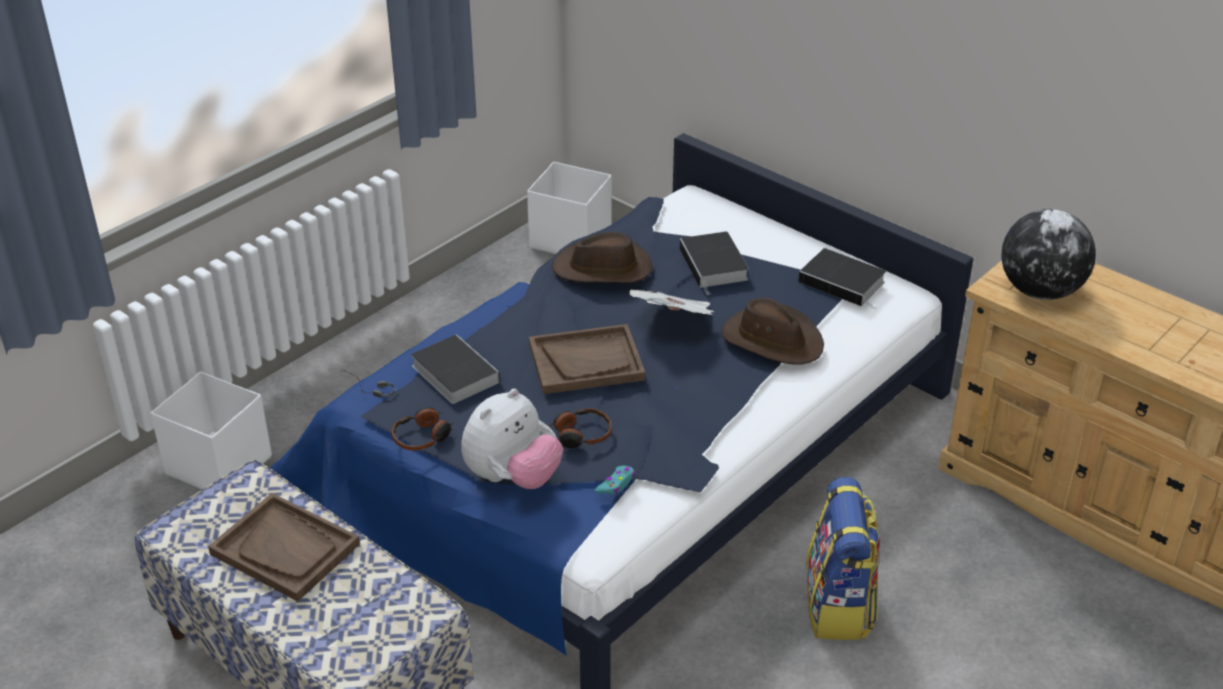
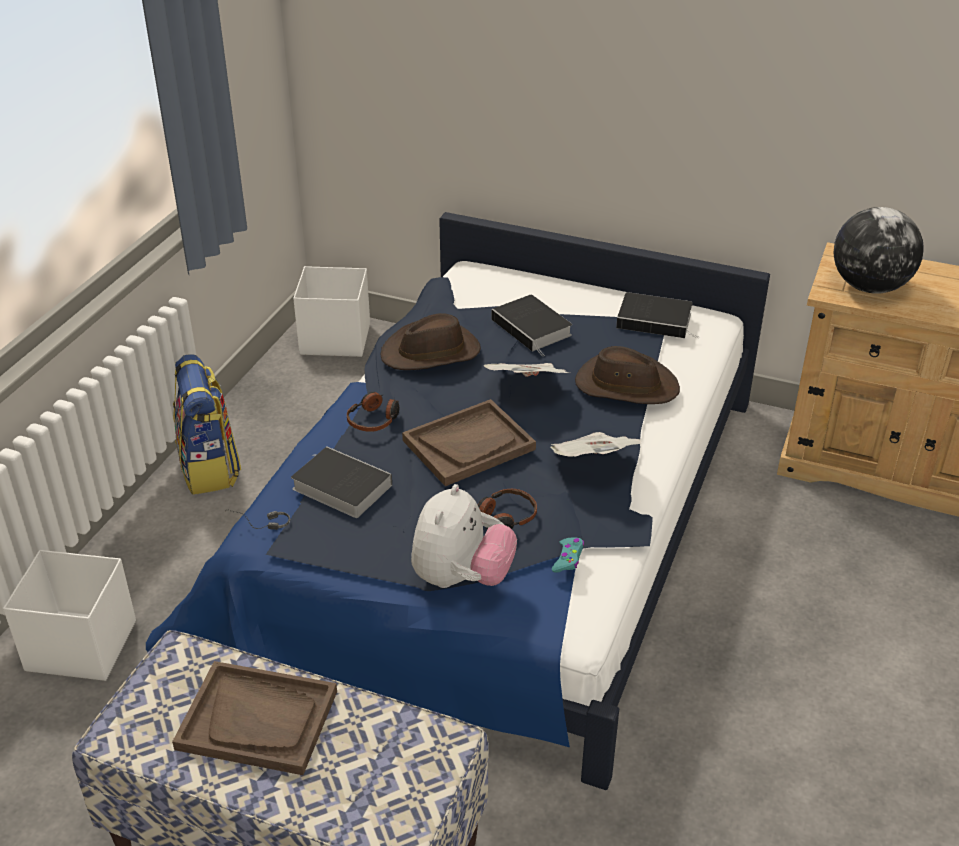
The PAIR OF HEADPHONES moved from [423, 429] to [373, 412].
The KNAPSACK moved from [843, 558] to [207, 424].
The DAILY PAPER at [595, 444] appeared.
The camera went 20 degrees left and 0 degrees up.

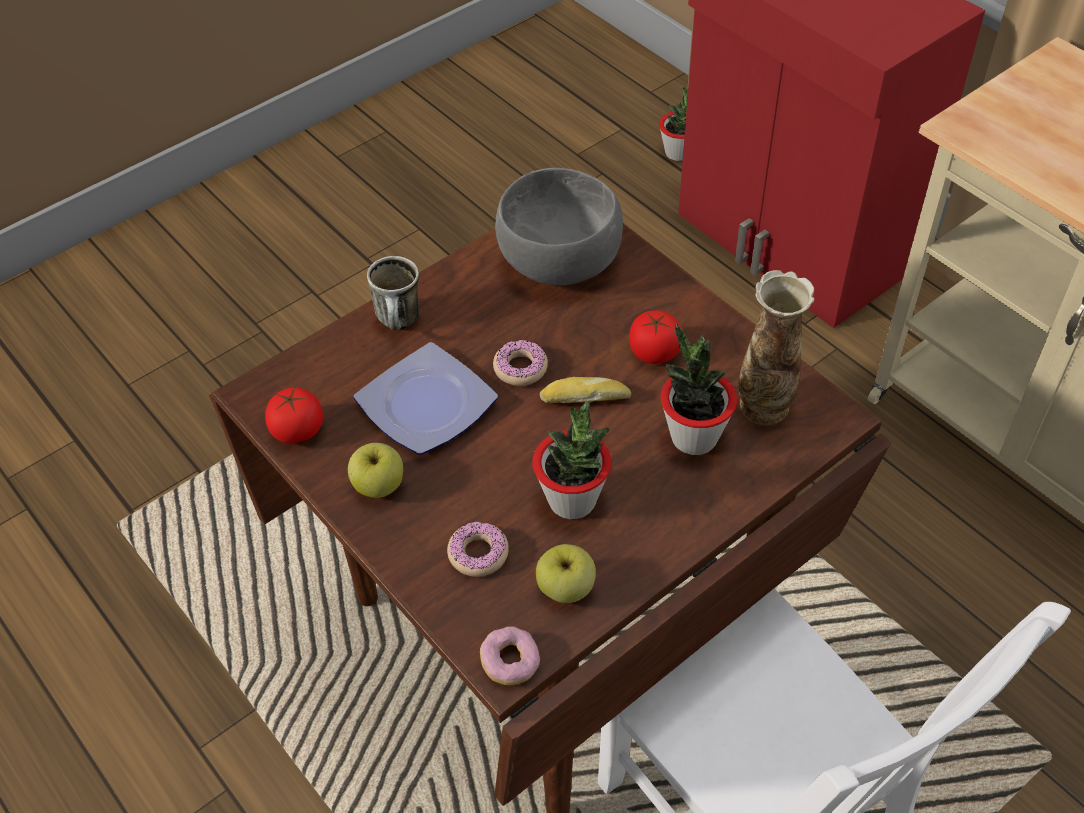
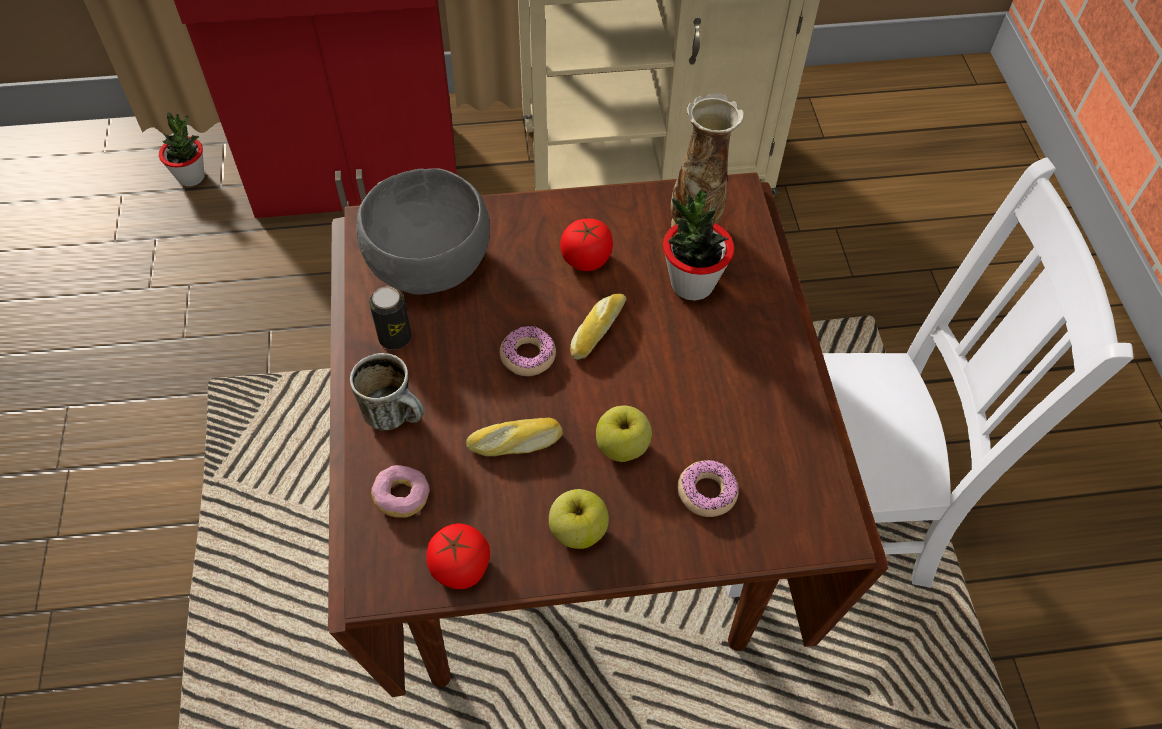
The PLATE at [426, 398] was replaced by the BREAD at [514, 437].
The DONUT moved from [510, 656] to [400, 491].
The PLANT IN A POT at [572, 460] disappeared.
The WHOLE APPLE moved from [566, 573] to [624, 434].
The CAN at [390, 318] appeared.
The camera went 60 degrees left and 5 degrees up.

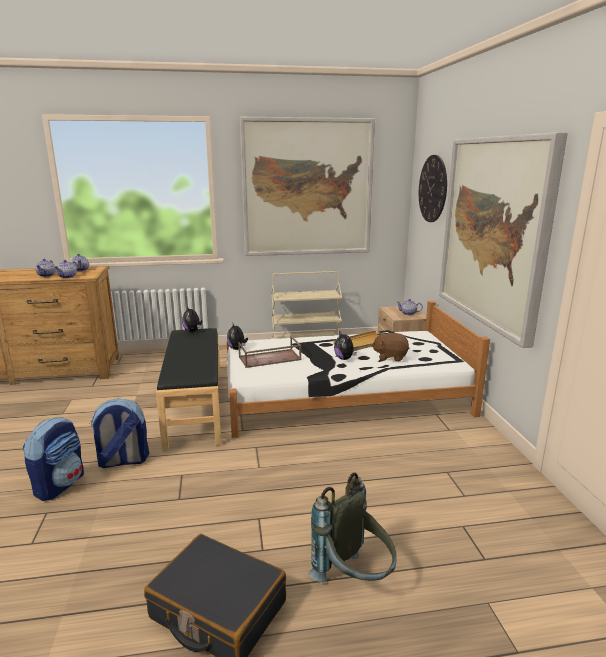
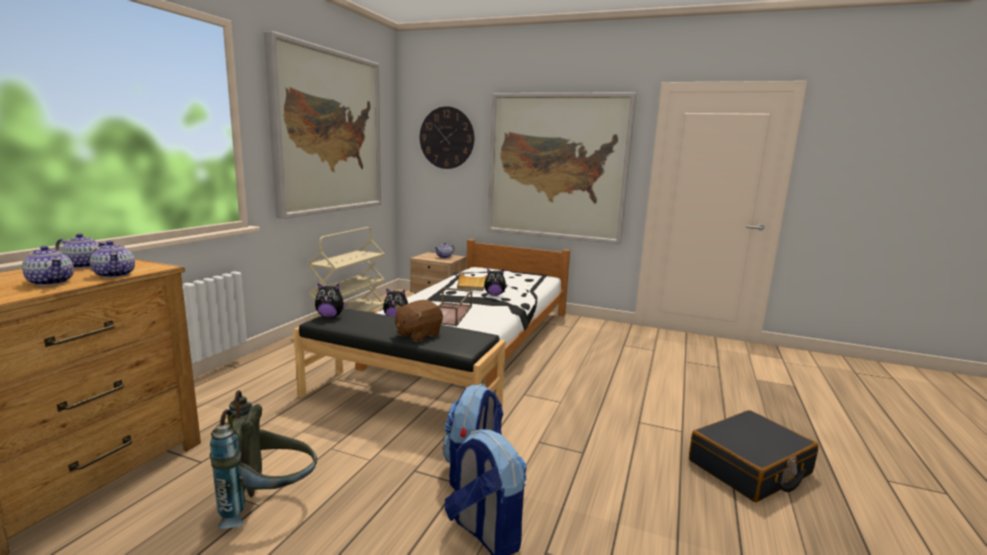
The GREYISH KNAPSACK moved from [352, 527] to [263, 459].
The BROWN-COLOURED CUDDLY TOY moved from [390, 346] to [419, 321].
The camera went 60 degrees left and 5 degrees down.

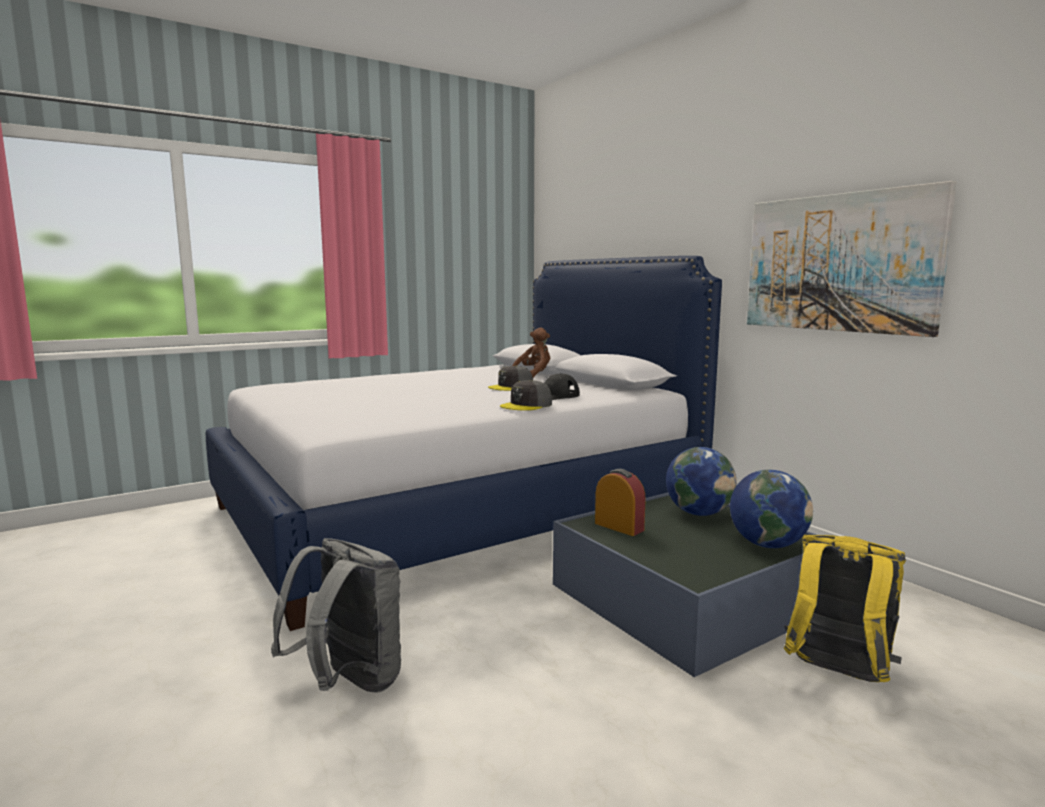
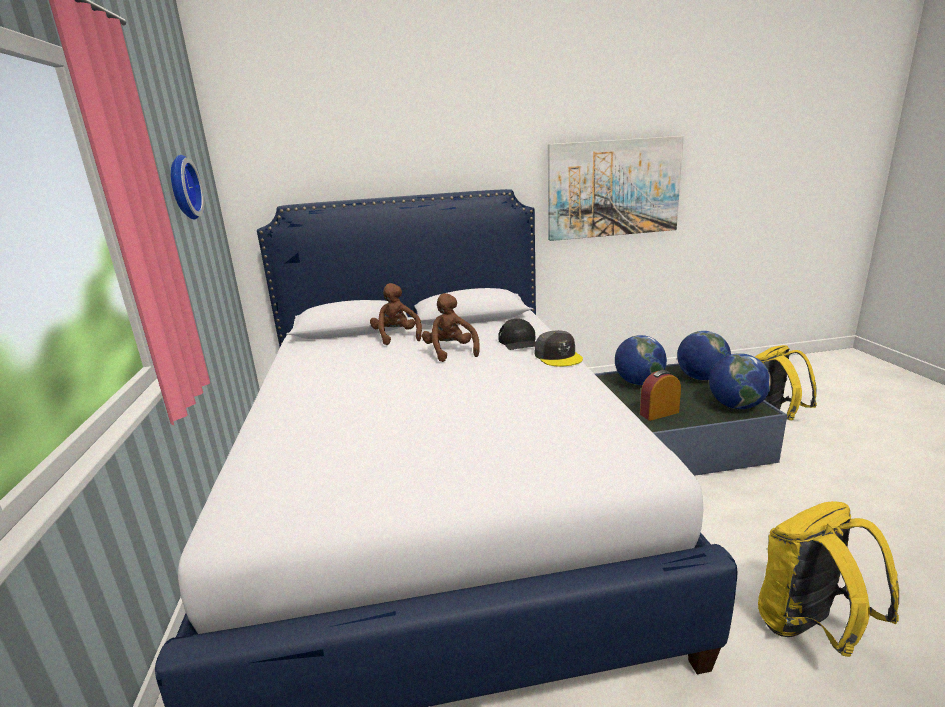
The GREYISH KNAPSACK at [336, 615] became the YELLOWISH KNAPSACK at [828, 579].
The GREYISH PEAKED CAP at [510, 378] was replaced by the BROWN-COLOURED CUDDLY TOY at [451, 327].
The HANGING CLOCK at [187, 187] appeared.
The DESK GLOBE at [740, 381] appeared.
The camera went 65 degrees left and 10 degrees up.

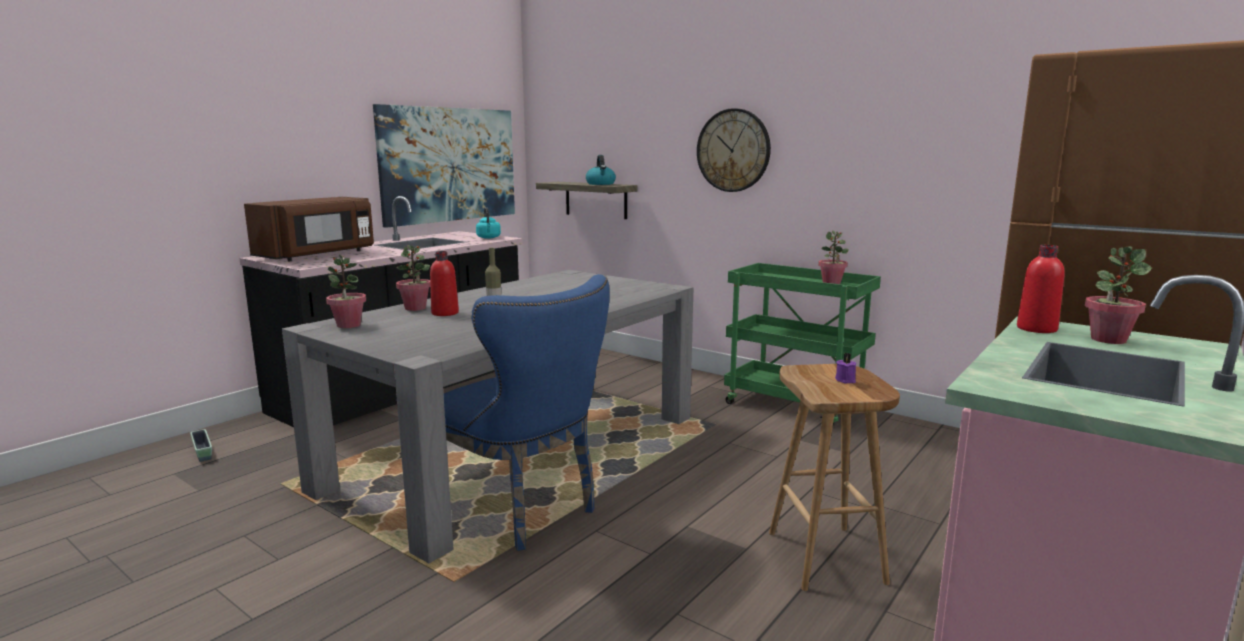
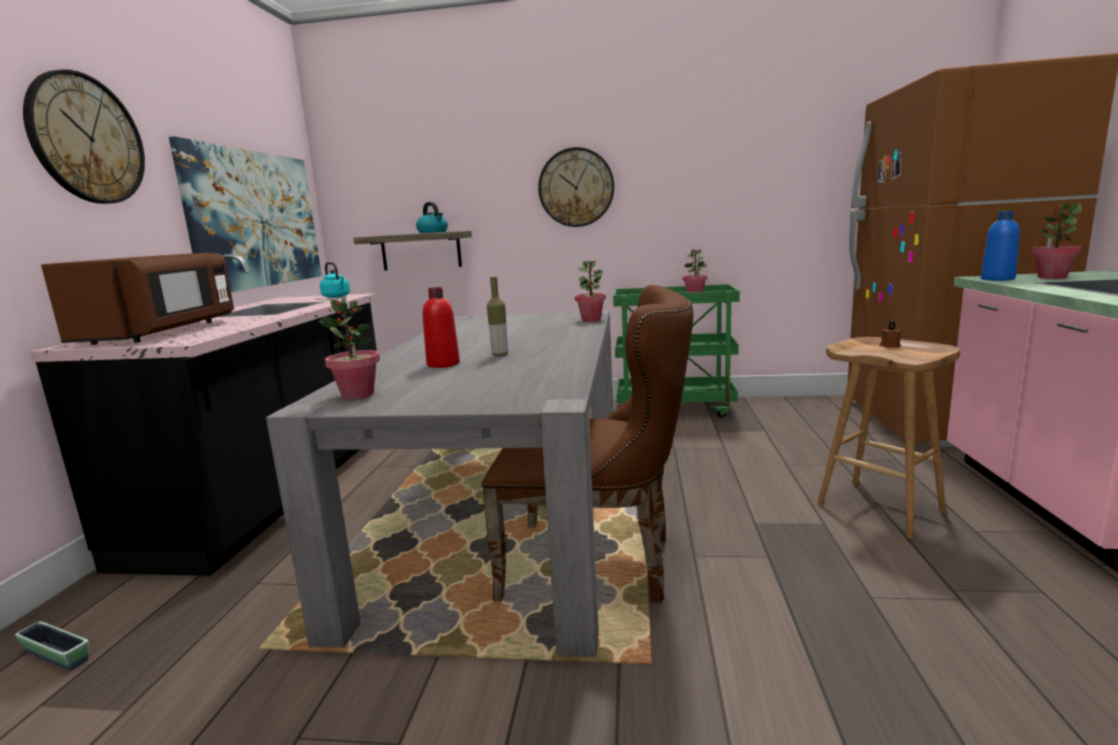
The PLANT IN A POT moved from [413, 278] to [590, 291].
The BLUE PLAIN CHAIR at [527, 412] became the BROWN-COLOURED PLAIN CHAIR at [587, 444].
The PURPLE-COLOURED CANDLE at [845, 368] became the BROWN-COLOURED CANDLE at [890, 334].
The RED-COLOURED BEVERAGE BOTTLE at [1041, 289] became the BLUE BEVERAGE BOTTLE at [1000, 246].
The HANGING CLOCK at [84, 136] appeared.
The camera went 30 degrees left and 0 degrees up.

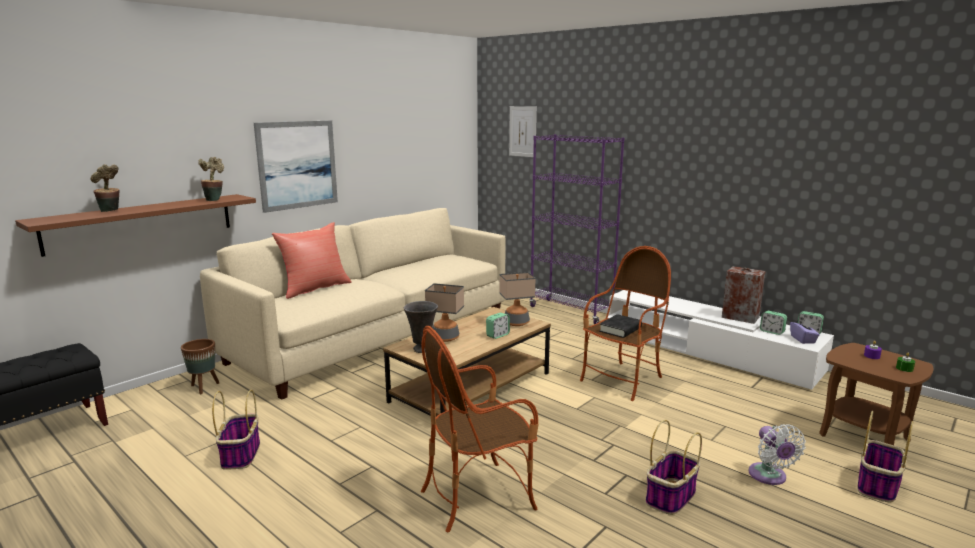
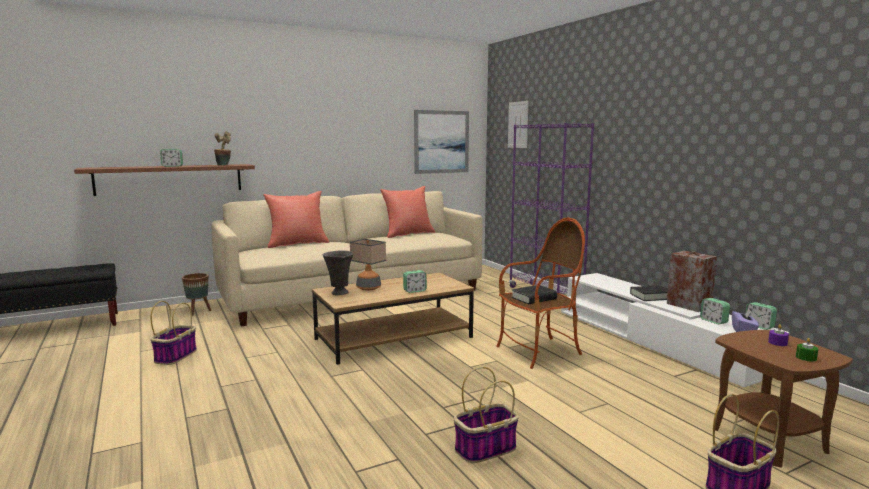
The PLANT IN A POT at [104, 188] disappeared.
The WALL PICTURE moved from [296, 166] to [441, 142].
The EASY CHAIR at [480, 429] disappeared.
The TABLE LAMP at [517, 299] disappeared.
The WHITE-COLOURED FAN at [777, 454] disappeared.
The BEDSIDE CLOCK at [171, 158] appeared.
The RED-COLOURED PILLOW at [407, 212] appeared.
The BLACKISH BOUND BOOK at [649, 293] appeared.
The camera went 20 degrees right and 5 degrees down.

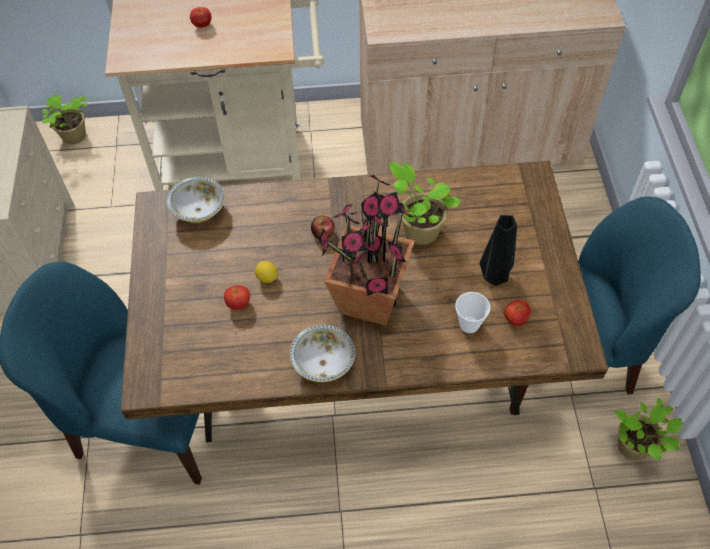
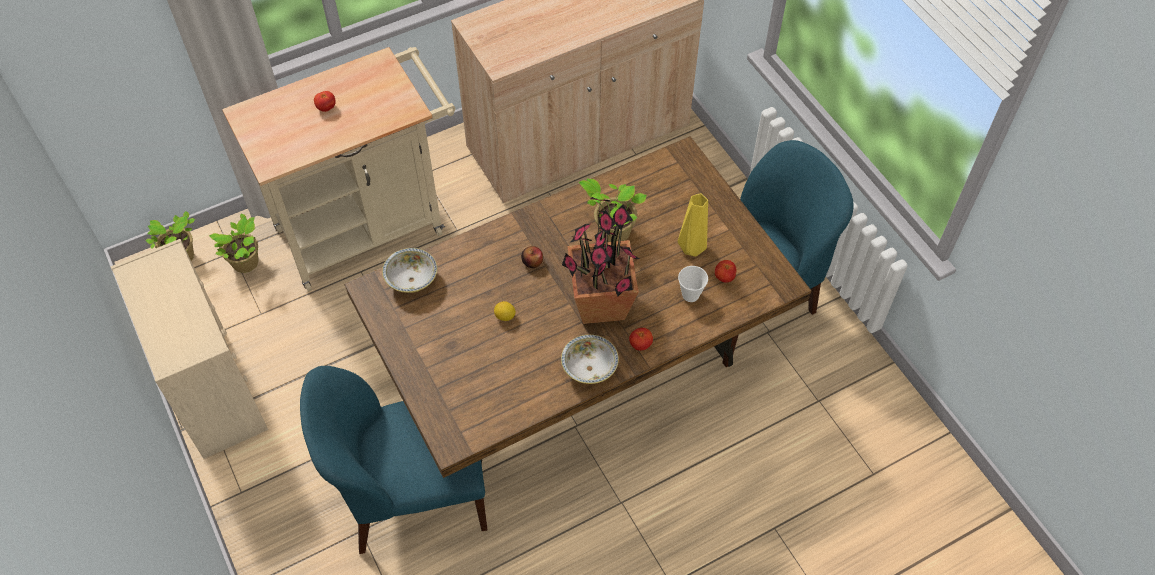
The TOMATO moved from [237, 297] to [641, 339].
The BLACKISH VASE at [498, 250] became the YELLOWISH VASE at [693, 225].
The PLANT IN A POT moved from [648, 429] to [233, 243].
The camera went 25 degrees left and 0 degrees up.

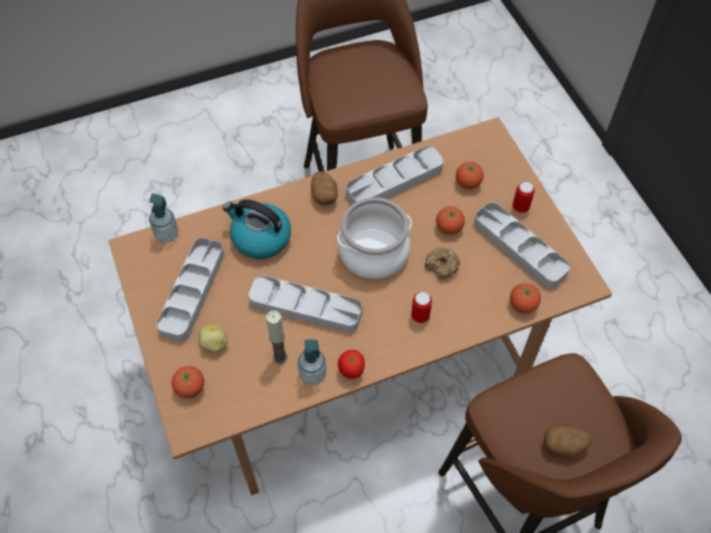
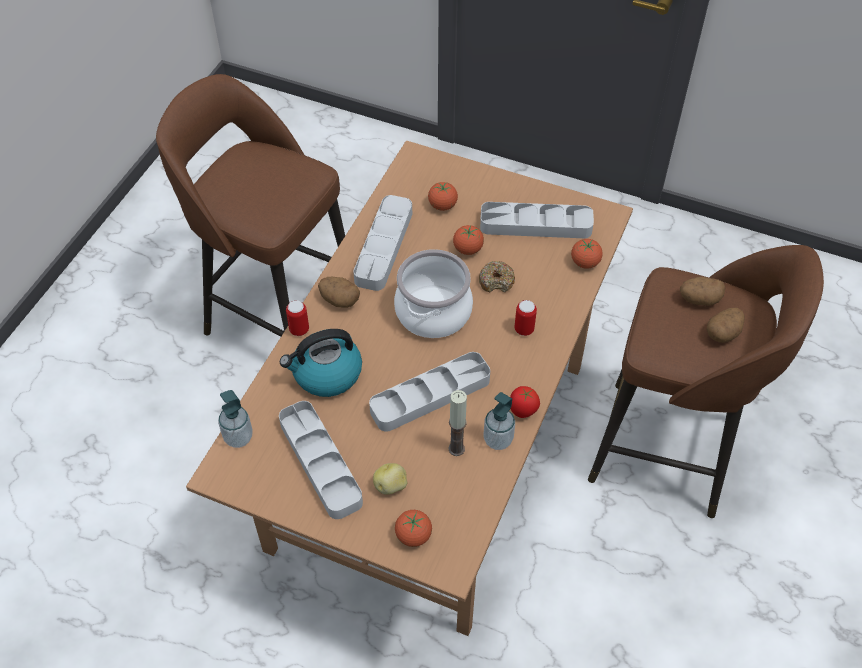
The CAN moved from [524, 197] to [297, 318].
The SPUD at [702, 291] appeared.
The camera went 45 degrees left and 5 degrees down.

